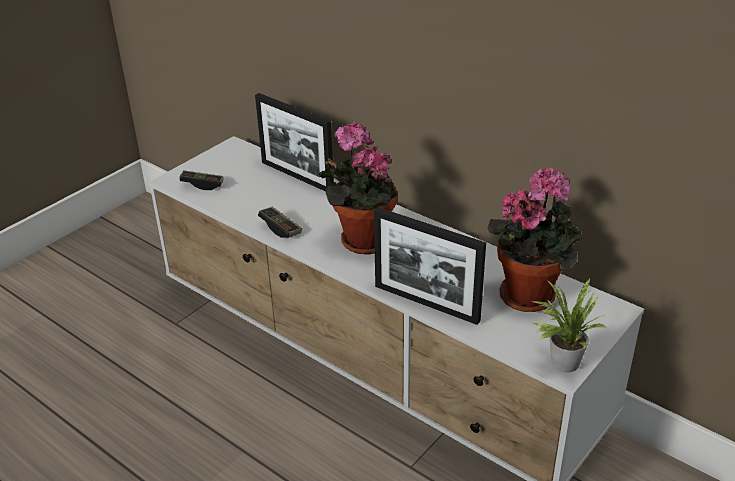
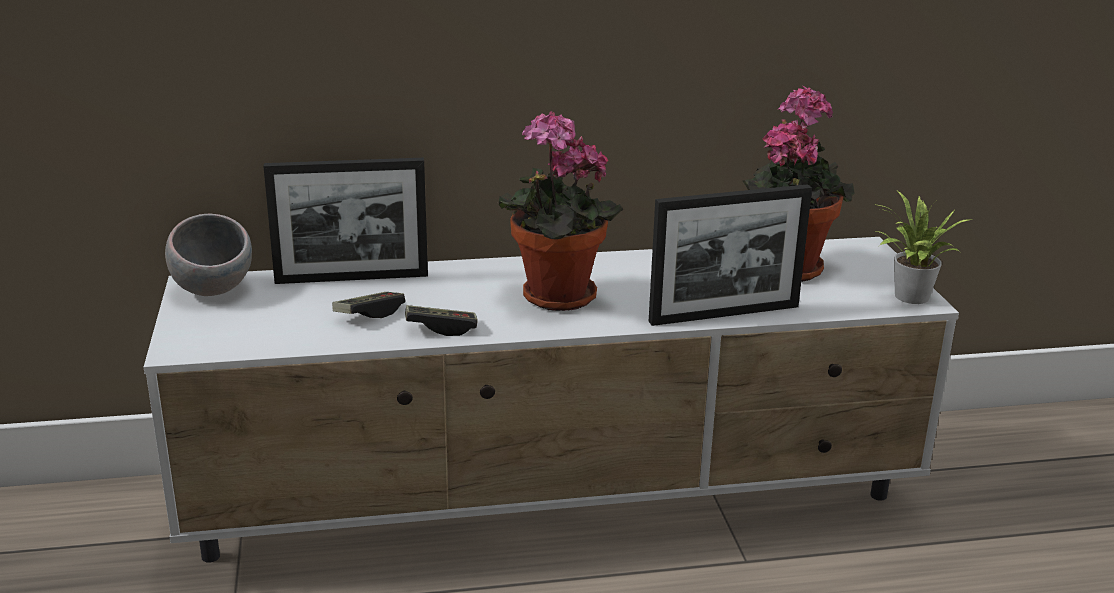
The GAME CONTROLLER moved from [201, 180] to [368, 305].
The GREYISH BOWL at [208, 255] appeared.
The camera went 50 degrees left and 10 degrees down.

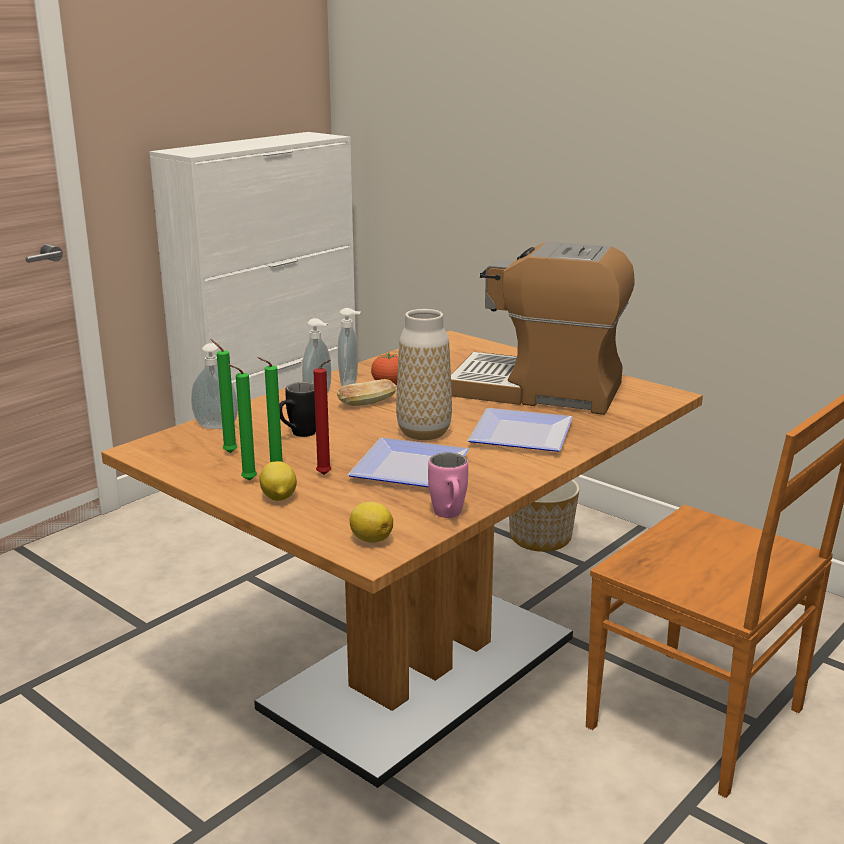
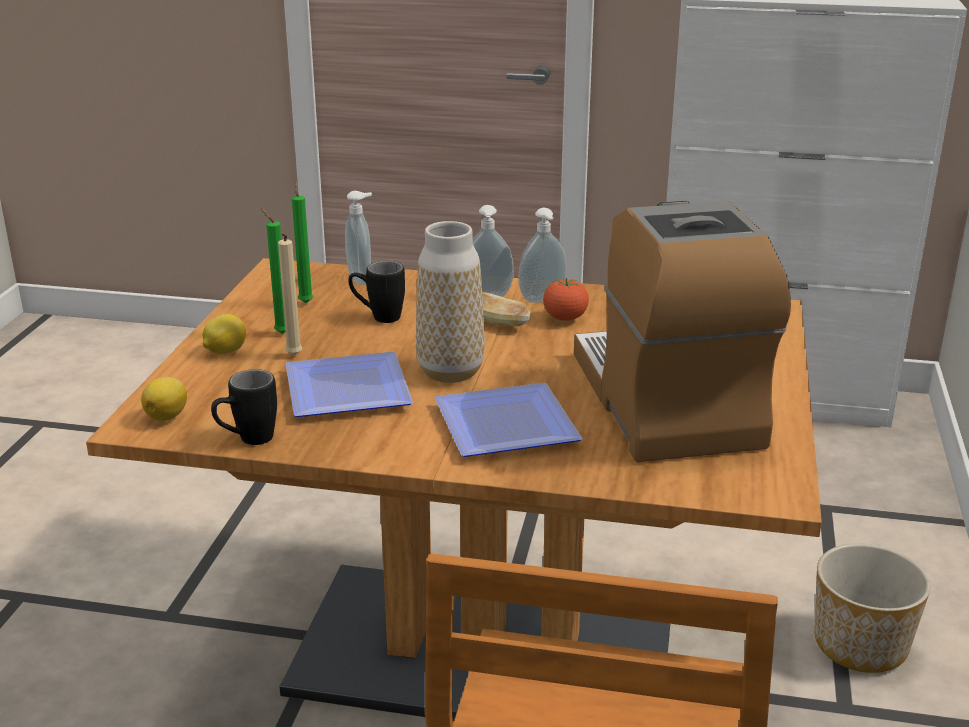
The GREENISH CANDLE at [242, 422] disappeared.
The RED-COLOURED CANDLE at [322, 417] became the SAND-COLOURED CANDLE at [290, 294].
The PINK COFFEE MUG at [448, 485] became the BLACKISH COFFEE MUG at [244, 407].
The camera went 60 degrees right and 5 degrees up.

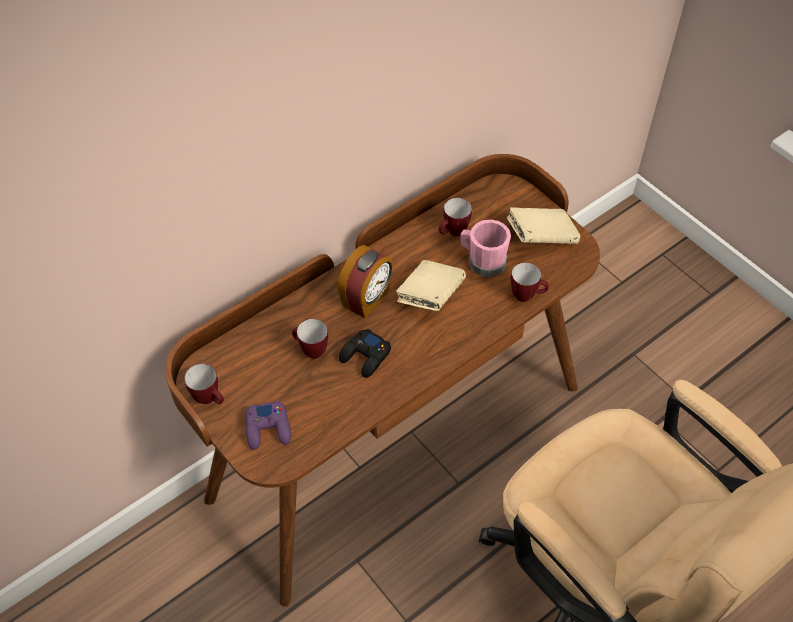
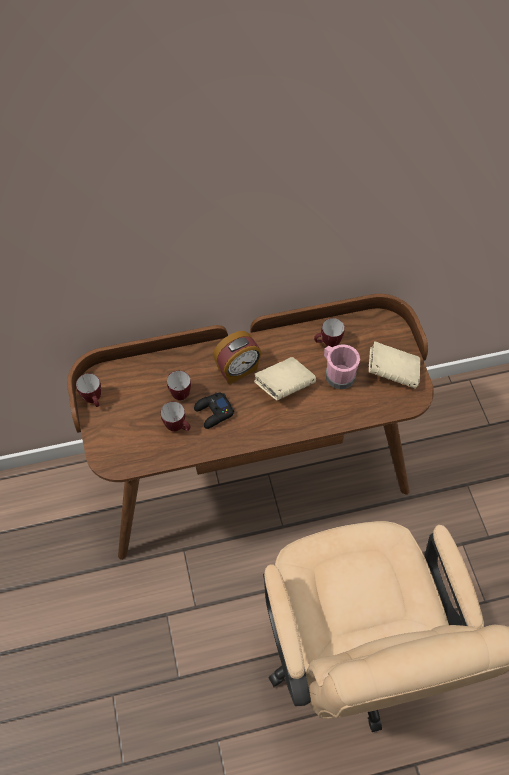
The PURPLE-COLOURED GAME CONTROLLER at [268, 425] disappeared.
The COFFEE MUG moved from [530, 282] to [175, 416].
The camera went 25 degrees right and 5 degrees up.

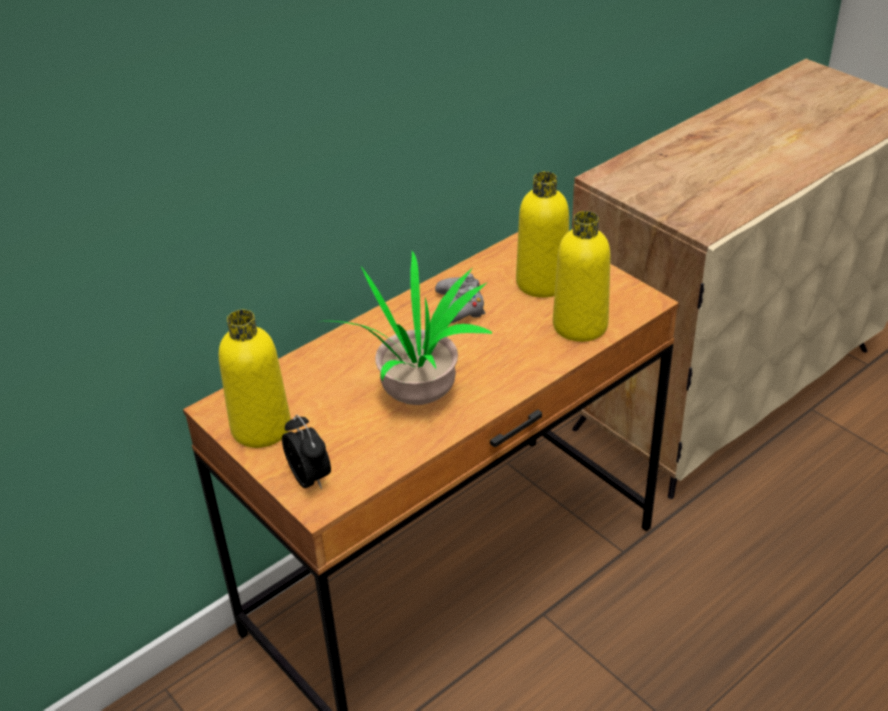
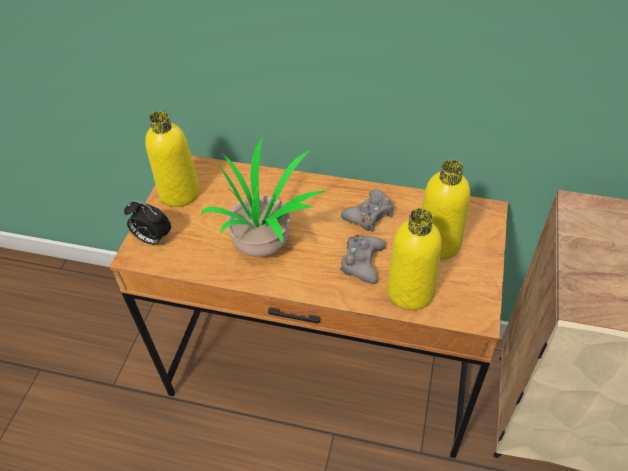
The BEDSIDE CLOCK at [306, 452] turned 90 degrees clockwise.
The GREYISH GAME CONTROLLER at [363, 259] appeared.
The camera went 55 degrees right and 10 degrees up.

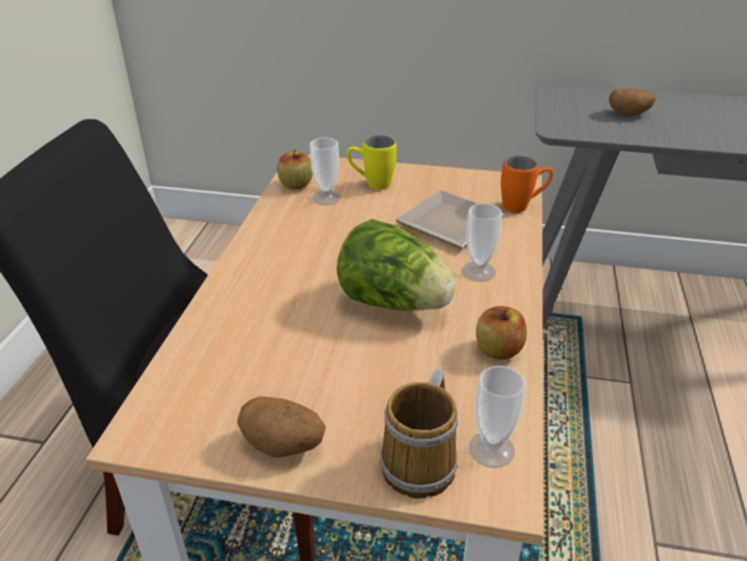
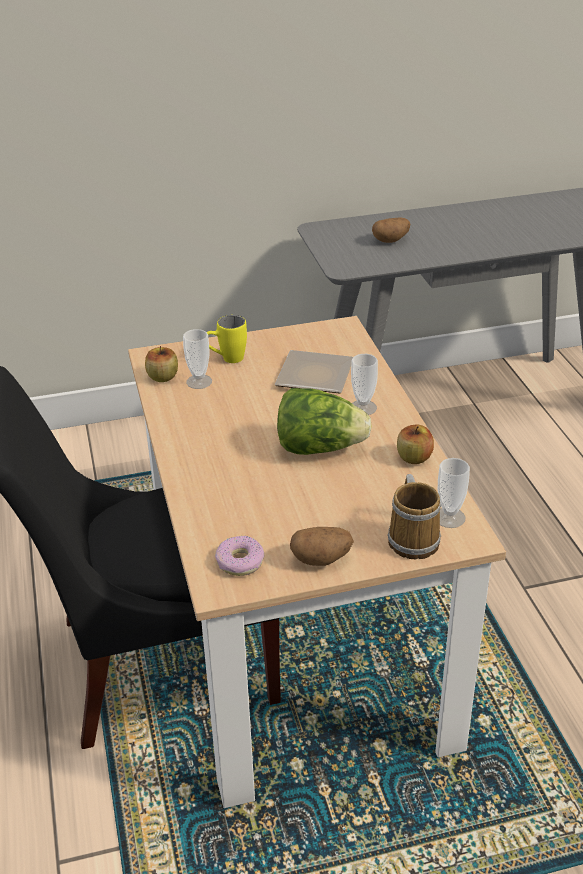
The ORANGEY COFFEE MUG at [527, 184] disappeared.
The DONUT at [239, 555] appeared.
The camera went 25 degrees left and 0 degrees up.

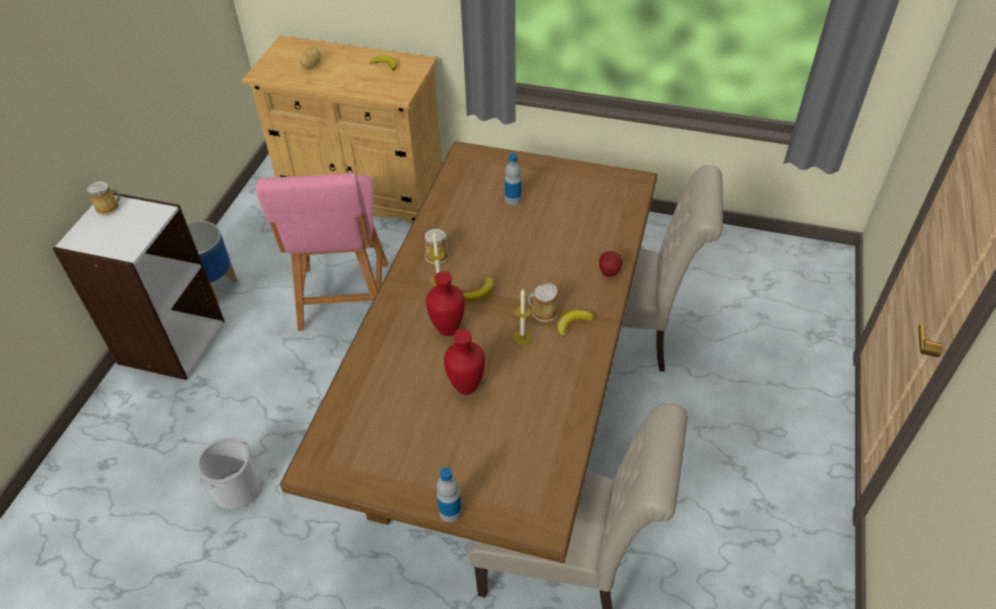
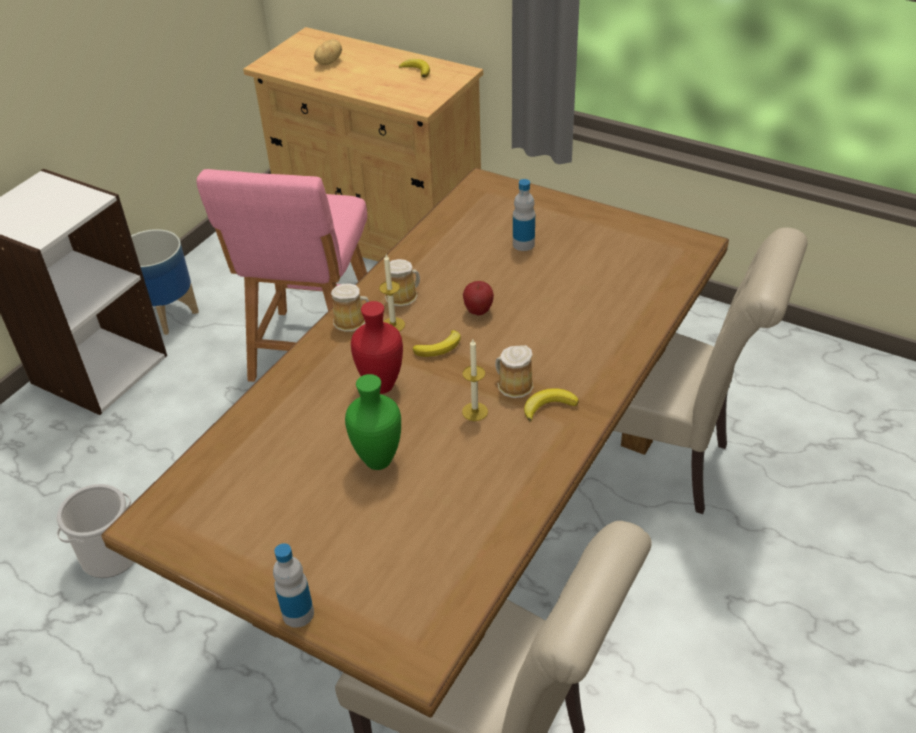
The COFFEE MUG moved from [103, 198] to [350, 307].
The RED-COLOURED VASE at [464, 362] became the GREENISH VASE at [373, 422].
The WHOLE APPLE moved from [610, 264] to [478, 298].
The camera went 15 degrees right and 5 degrees down.

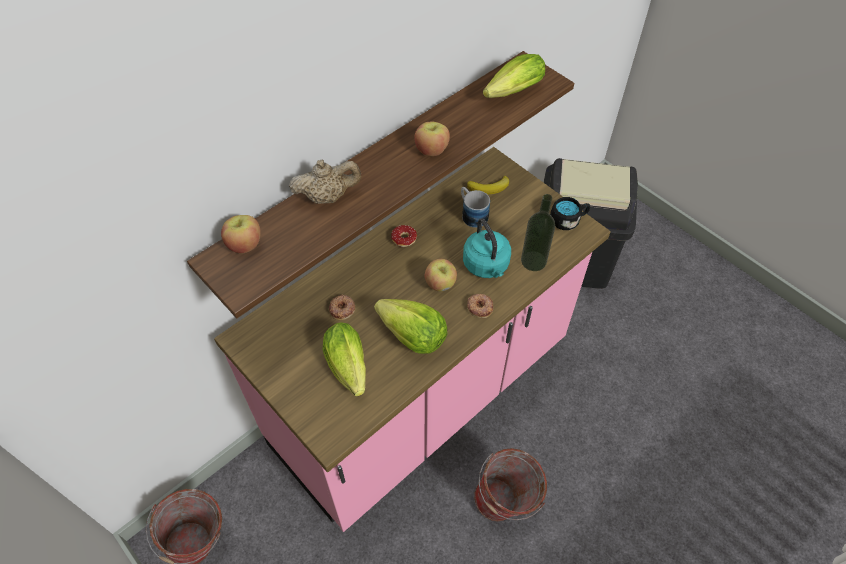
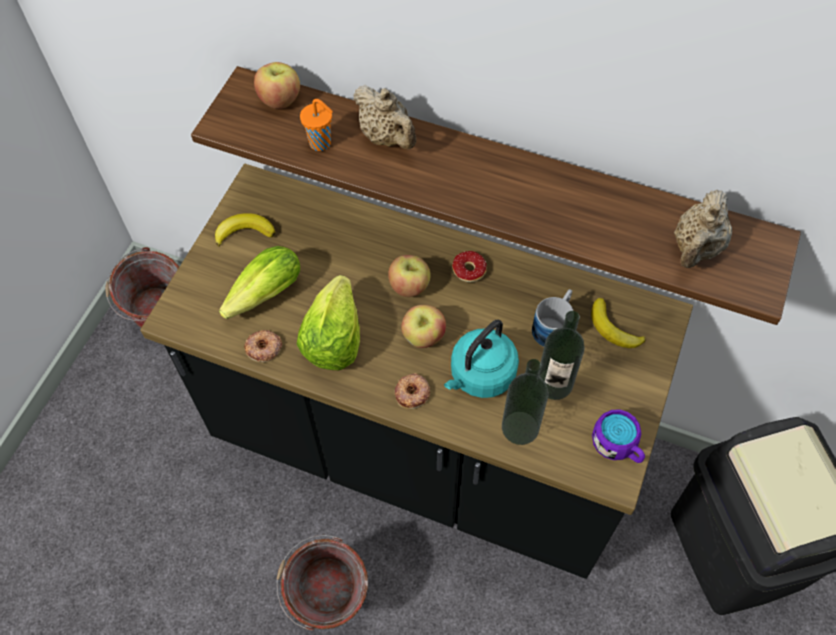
The PINK KITCHEN BASE UNIT at [412, 339] became the BLACKISH KITCHEN BASE UNIT at [416, 371].
The DONUT moved from [342, 307] to [263, 346].
The WHOLE APPLE moved from [432, 139] to [409, 276].
The LETTUCE HEAD at [514, 76] was replaced by the SAND-COLOURED TEAPOT at [703, 228].
The BLACKISH COFFEE MUG at [570, 213] became the PURPLE-COLOURED COFFEE MUG at [618, 436].
The BANANA at [245, 230] appeared.
The ORANGEY DRINKING CUP at [316, 125] appeared.
The BEVERAGE BOTTLE at [562, 355] appeared.
The camera went 65 degrees right and 5 degrees up.

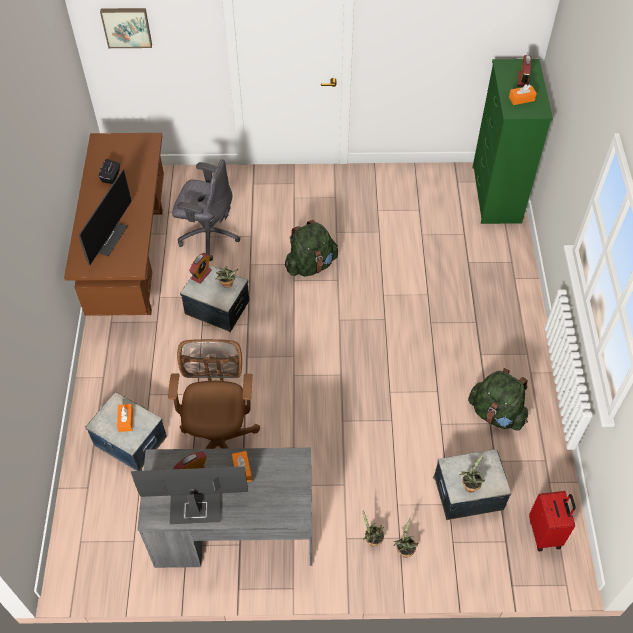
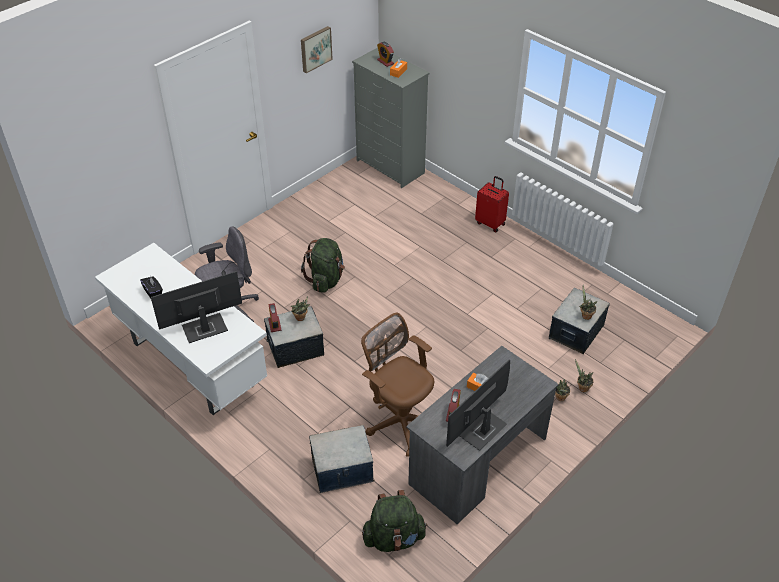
The BROWN-COLOURED DESK UNIT at [114, 224] became the WHITE-COLOURED DESK UNIT at [181, 329].
The COMPUTER SCREEN at [105, 217] turned 90 degrees counterclockwise.
The WALL PICTURE moved from [126, 28] to [317, 49].
The ORANGEY TISSUE BOX at [125, 418] disappeared.
The GREENISH KNAPSACK moved from [498, 399] to [395, 521].
The GREENISH DRESSER at [512, 141] became the GREYISH DRESSER at [390, 118].
The RED-COLOURED TRAVEL CASE moved from [552, 521] to [492, 204].
The camera went 45 degrees left and 10 degrees down.

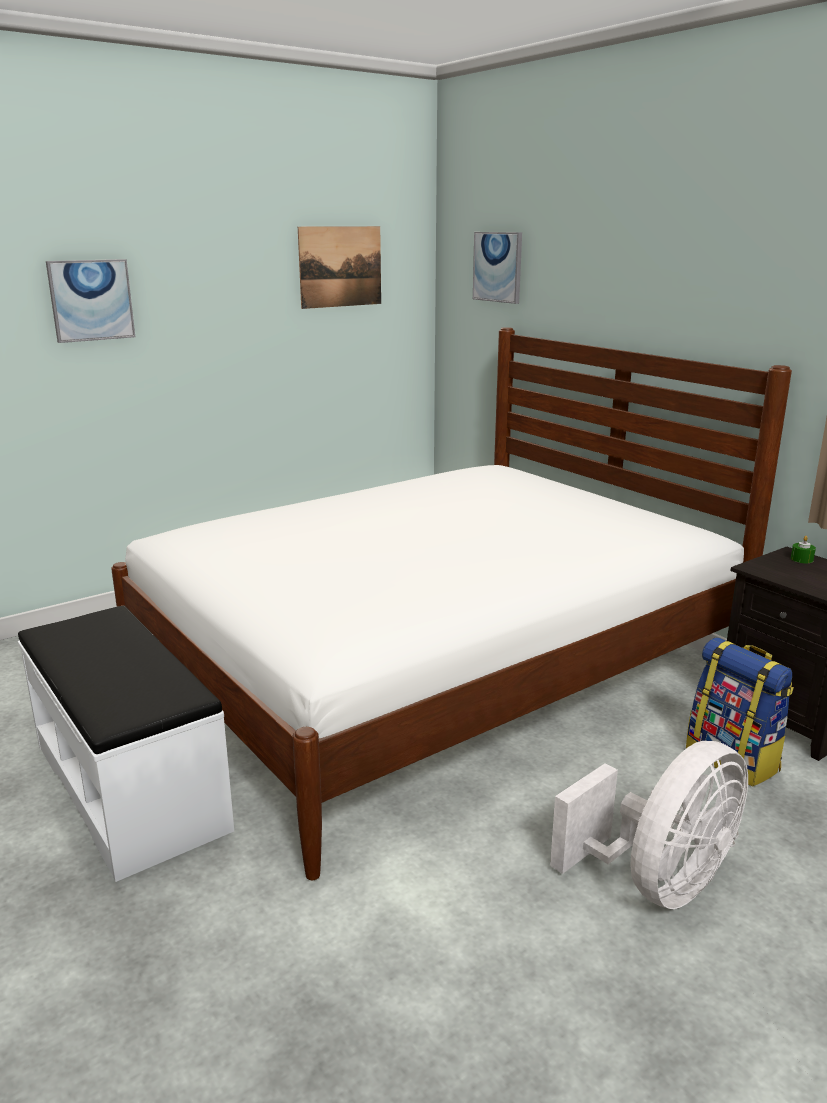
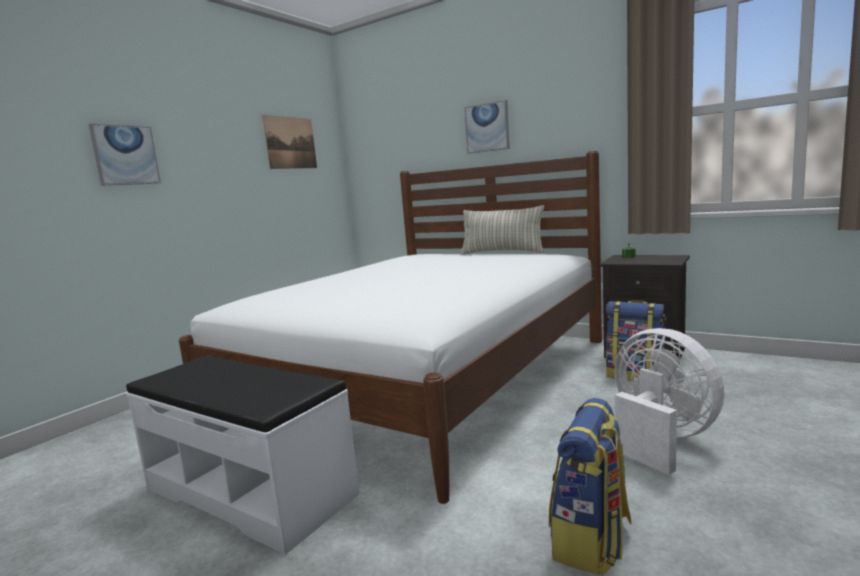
The WALL PICTURE moved from [497, 268] to [487, 127].
The WHITE-COLOURED FAN at [649, 825] turned 60 degrees counterclockwise.
The PILLOW at [502, 230] appeared.
The KNAPSACK at [590, 486] appeared.
The camera went 20 degrees left and 10 degrees down.

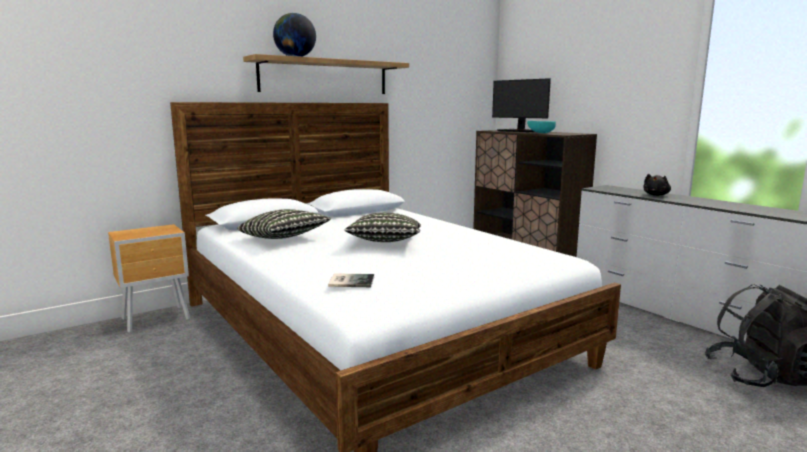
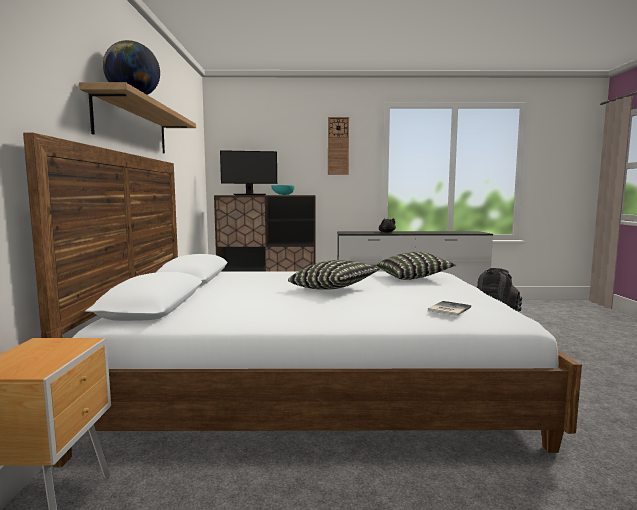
The PILLOW moved from [284, 224] to [416, 266].
The HANGING CLOCK at [338, 146] appeared.
The camera went 55 degrees left and 5 degrees down.

